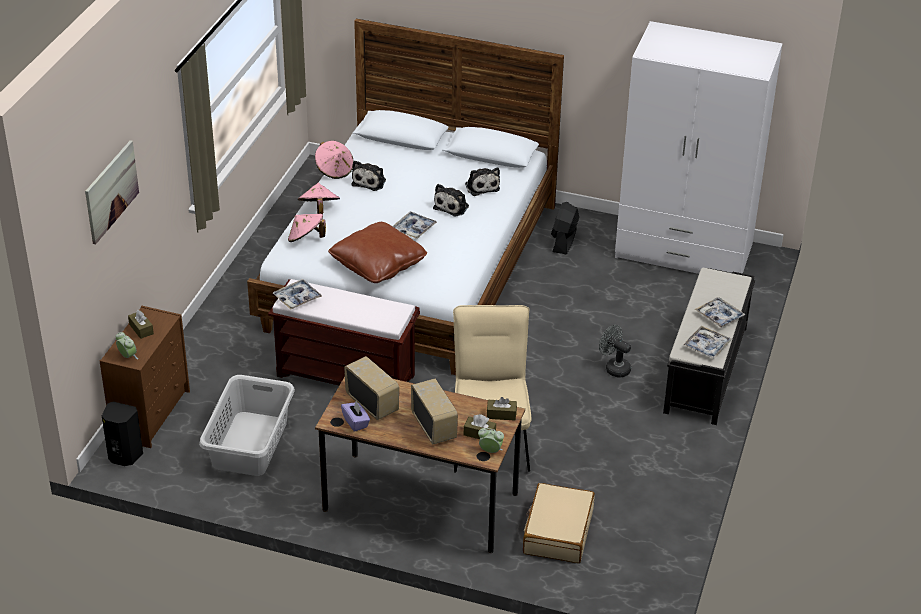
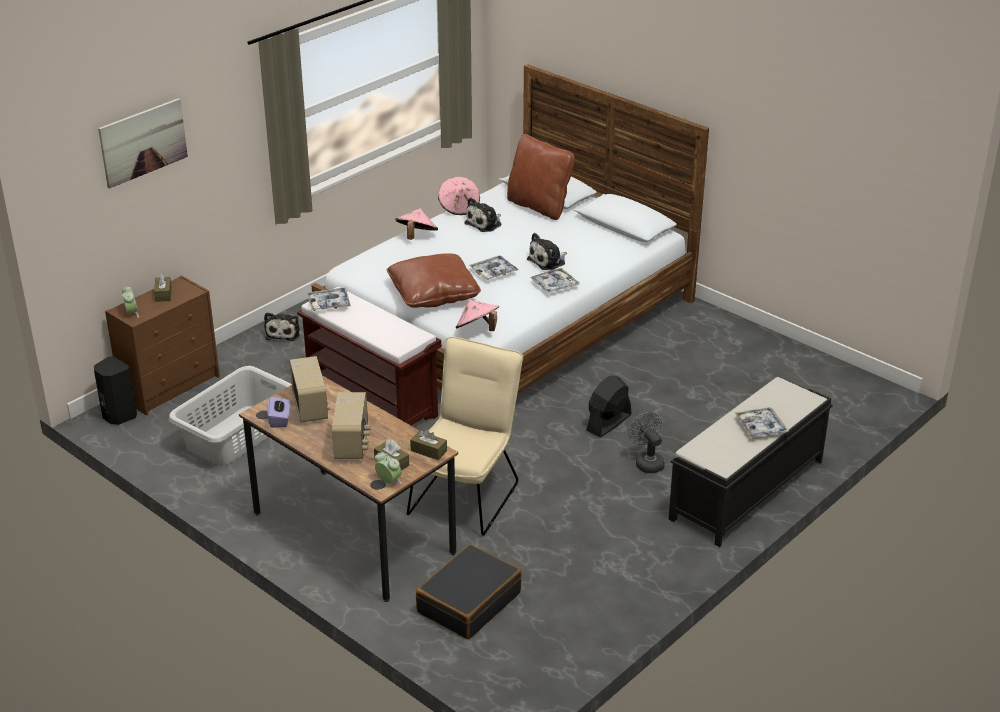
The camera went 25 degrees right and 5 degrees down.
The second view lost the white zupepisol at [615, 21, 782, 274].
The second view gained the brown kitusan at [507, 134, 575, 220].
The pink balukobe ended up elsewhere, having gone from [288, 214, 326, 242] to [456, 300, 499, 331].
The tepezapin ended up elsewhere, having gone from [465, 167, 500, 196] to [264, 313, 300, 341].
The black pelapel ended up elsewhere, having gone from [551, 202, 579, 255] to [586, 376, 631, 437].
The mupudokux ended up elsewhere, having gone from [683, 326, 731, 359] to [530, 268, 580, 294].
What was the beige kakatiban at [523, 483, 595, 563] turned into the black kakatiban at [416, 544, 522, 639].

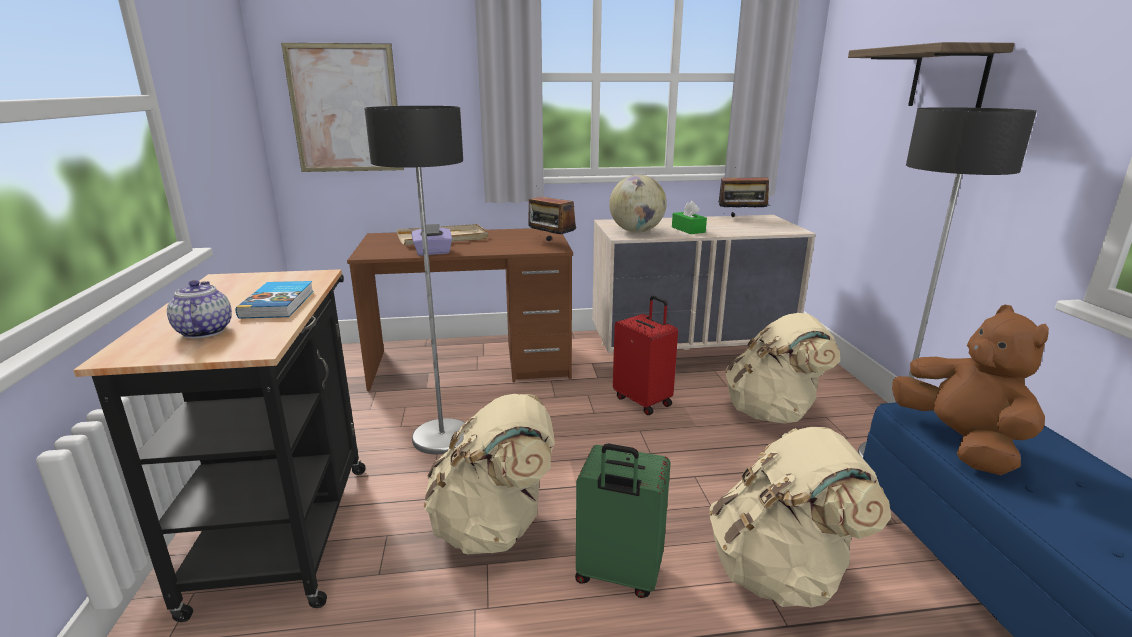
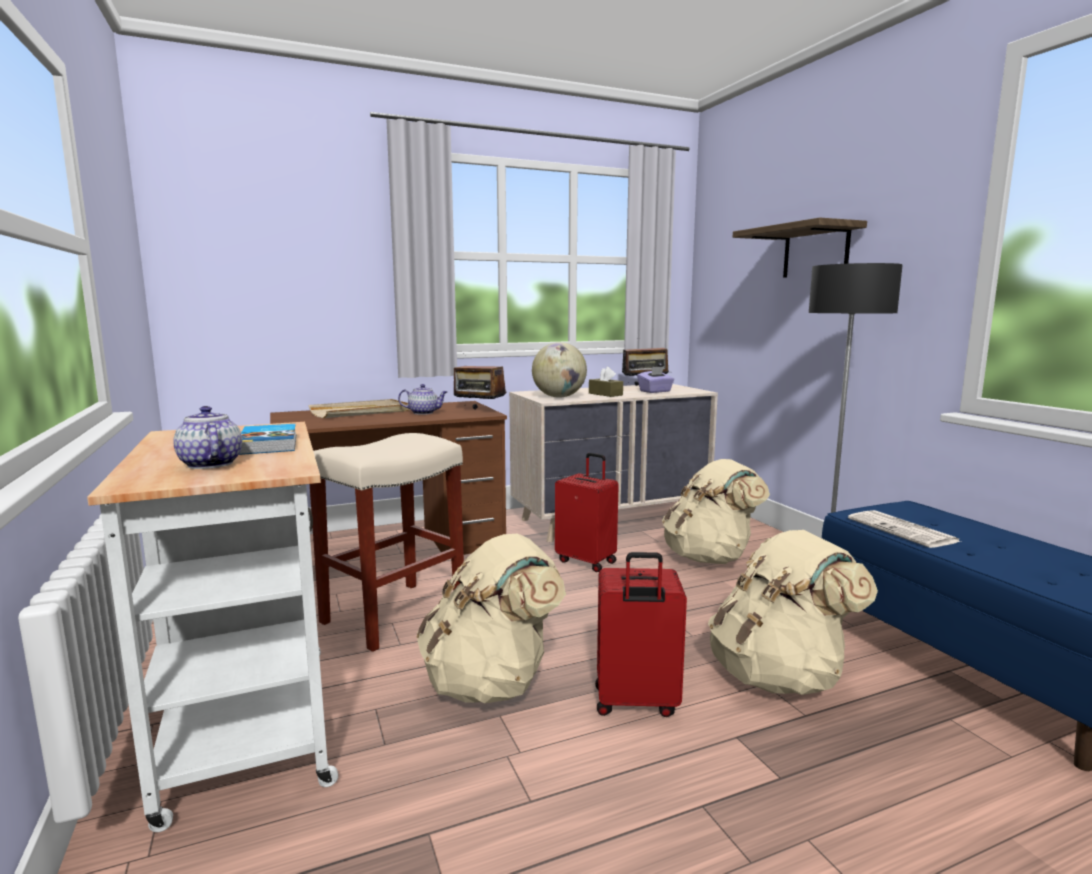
The camera went 15 degrees left and 10 degrees down.
The second view lost the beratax at [281, 43, 404, 172].
The second view gained the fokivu at [398, 384, 447, 415].
The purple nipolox ended up elsewhere, having gone from [411, 224, 452, 255] to [637, 366, 674, 393].
Where the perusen stood at [364, 106, 465, 454], the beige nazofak came to stand at [310, 433, 464, 652].
Where the brown tepezapin stood at [892, 305, 1049, 475], the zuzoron came to stand at [848, 510, 961, 548].
What was the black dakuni at [73, 269, 366, 622] turned into the white dakuni at [87, 422, 338, 832].
What was the green kakatiban at [575, 443, 671, 598] turned into the red kakatiban at [595, 552, 687, 717].
What was the green nipolox at [672, 201, 707, 234] turned into the brown nipolox at [589, 367, 623, 397].

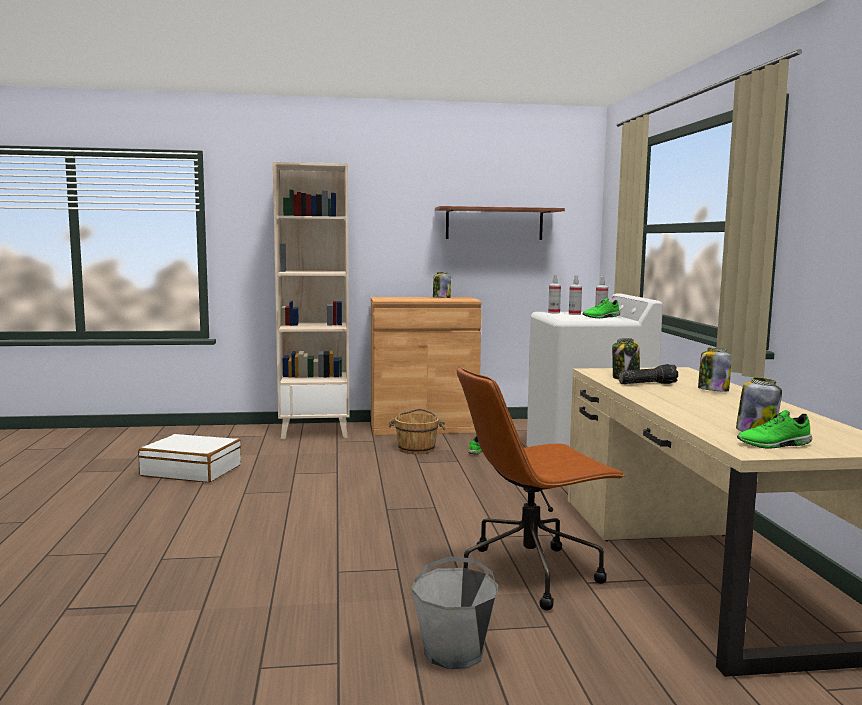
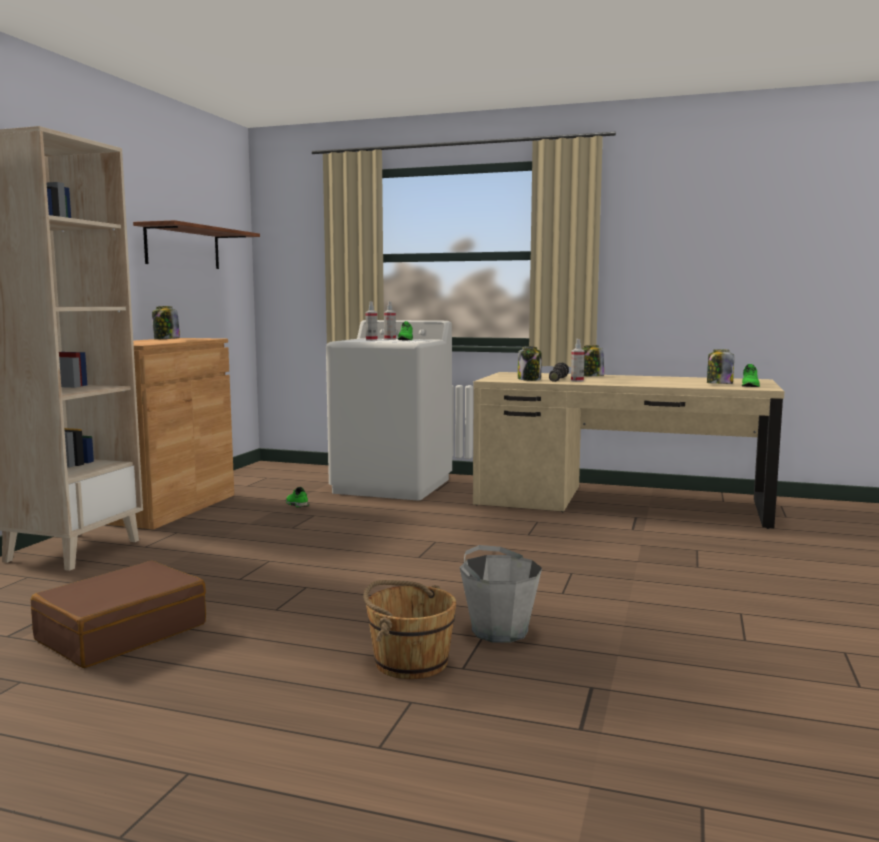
The camera went 65 degrees left and 0 degrees up.
The second view lost the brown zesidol at [457, 366, 625, 611].
The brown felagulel ended up elsewhere, having gone from [389, 408, 446, 454] to [363, 580, 457, 679].
The grey felagulel ended up elsewhere, having gone from [411, 556, 499, 669] to [460, 545, 542, 643].
The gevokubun ended up elsewhere, having gone from [548, 274, 561, 313] to [571, 339, 585, 382].
What was the white kakatiban at [138, 434, 241, 483] turned into the brown kakatiban at [31, 561, 206, 668].

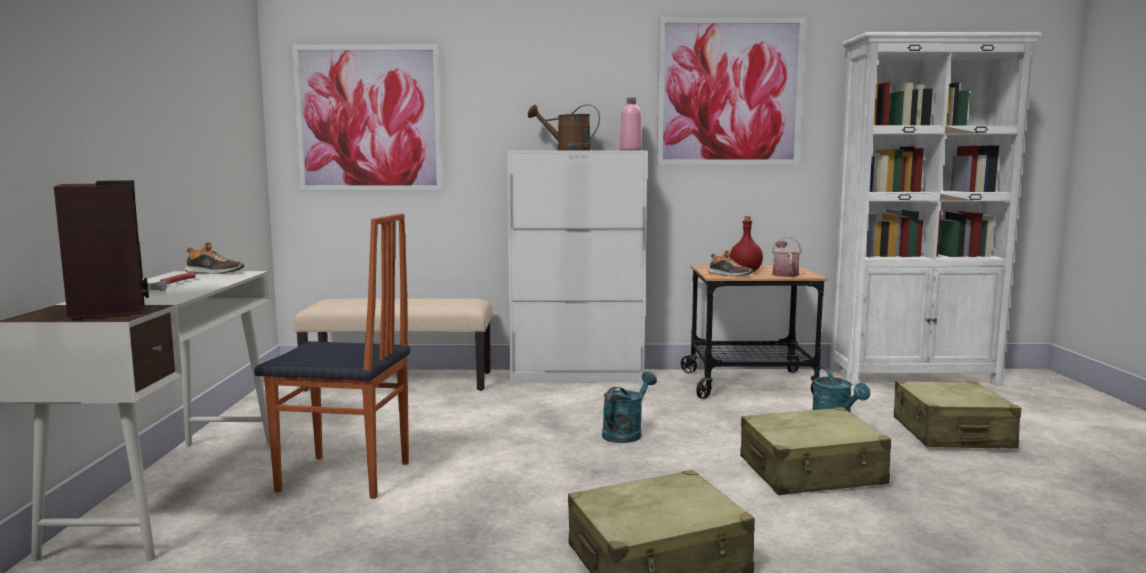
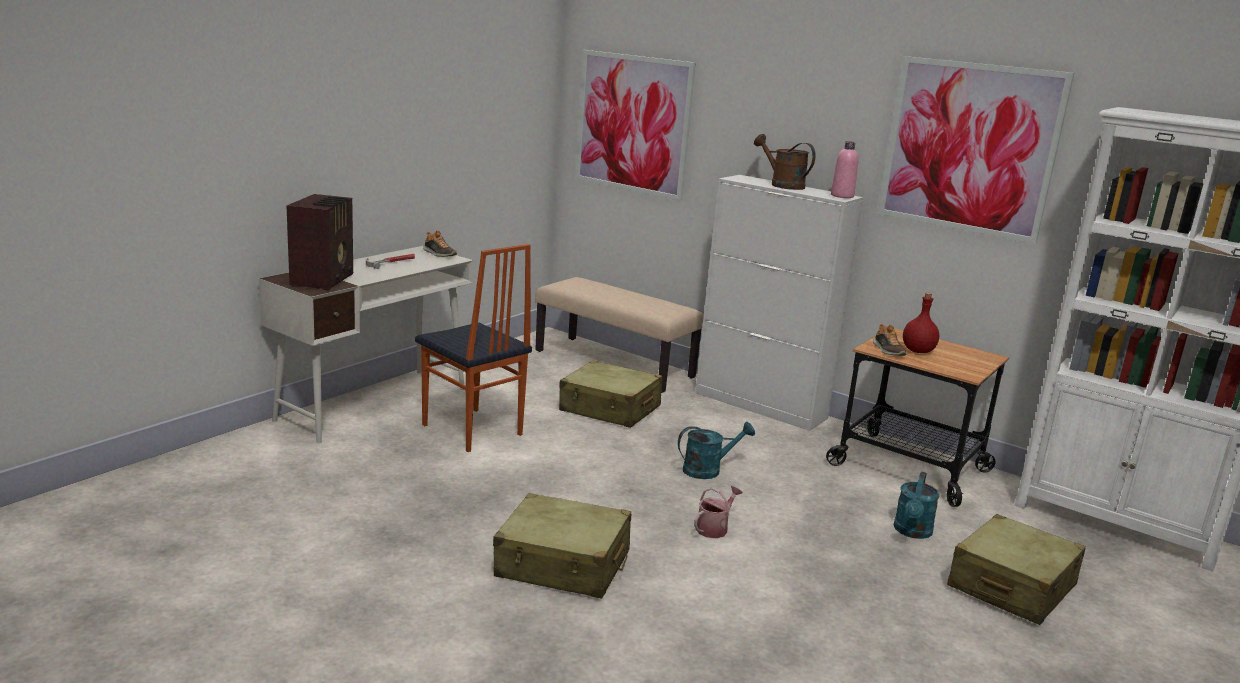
The camera went 35 degrees right and 10 degrees up.
The beige kakatiban ended up elsewhere, having gone from [740, 407, 891, 495] to [559, 361, 662, 428].
The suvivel ended up elsewhere, having gone from [772, 237, 802, 277] to [694, 486, 743, 538].

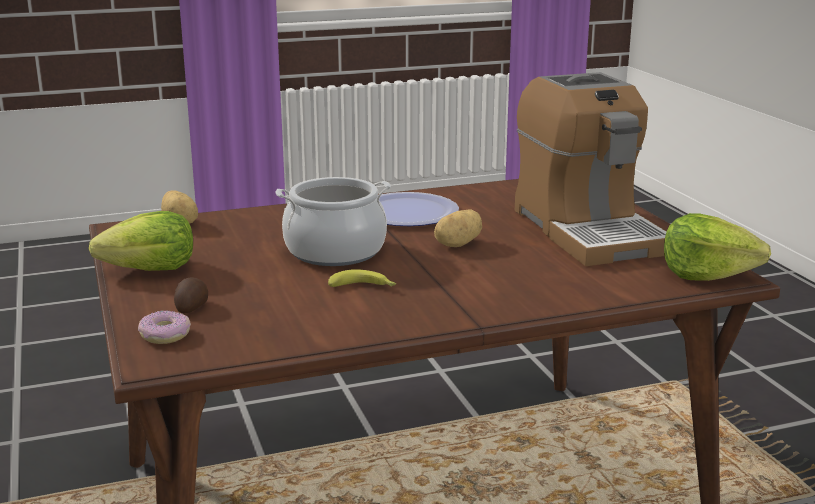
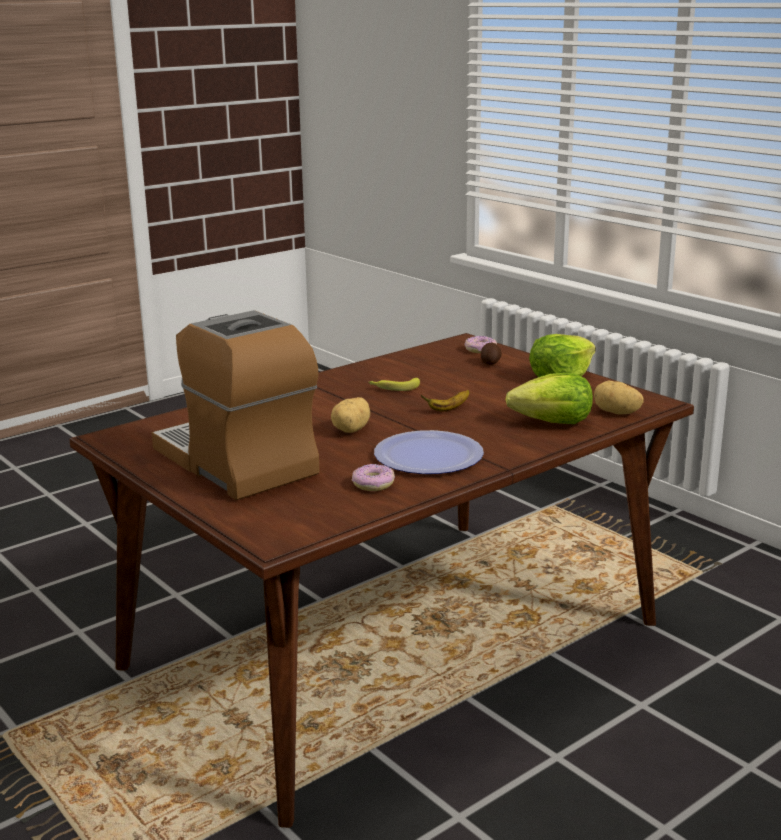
The camera went 160 degrees right and 0 degrees up.
The second view gained the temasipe at [352, 464, 395, 491].
The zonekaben ended up elsewhere, having gone from [664, 213, 771, 281] to [505, 373, 593, 424].
Where the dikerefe stood at [275, 177, 391, 266], the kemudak came to stand at [421, 390, 470, 411].

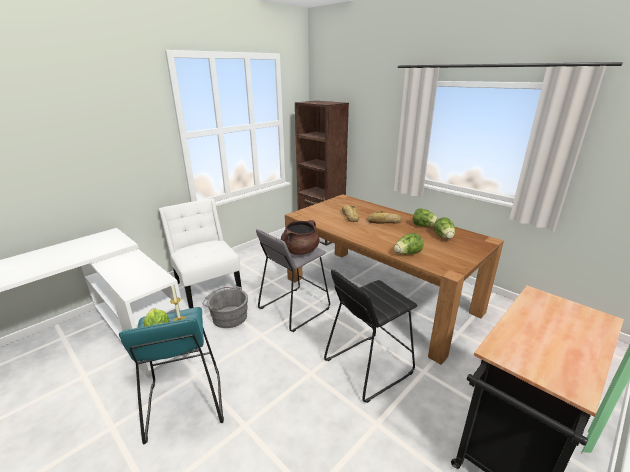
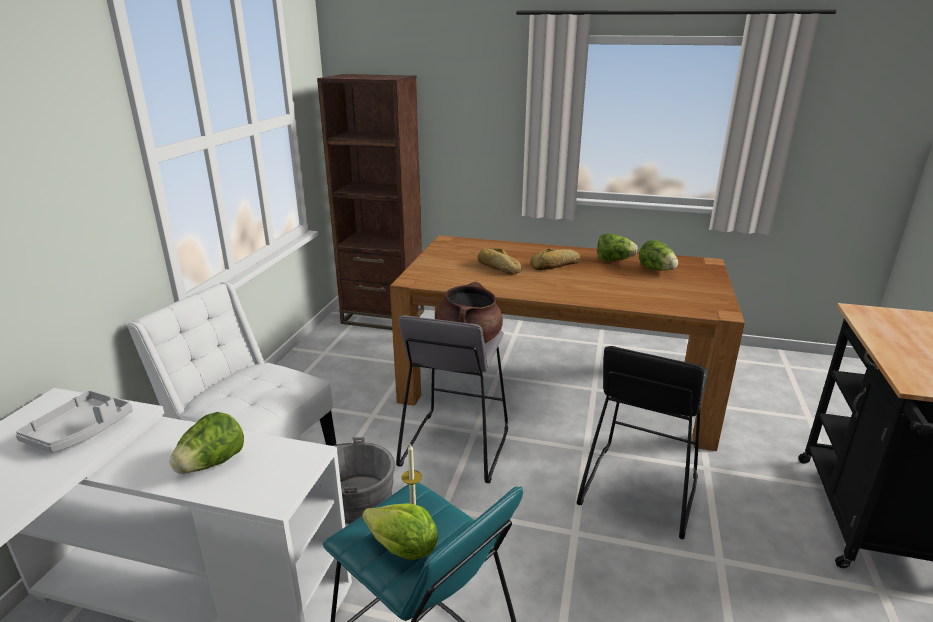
The camera went 30 degrees left and 0 degrees up.
The second view gained the grey mupudokux at [15, 390, 133, 453].
The zonekaben ended up elsewhere, having gone from [394, 233, 423, 254] to [170, 412, 244, 474].

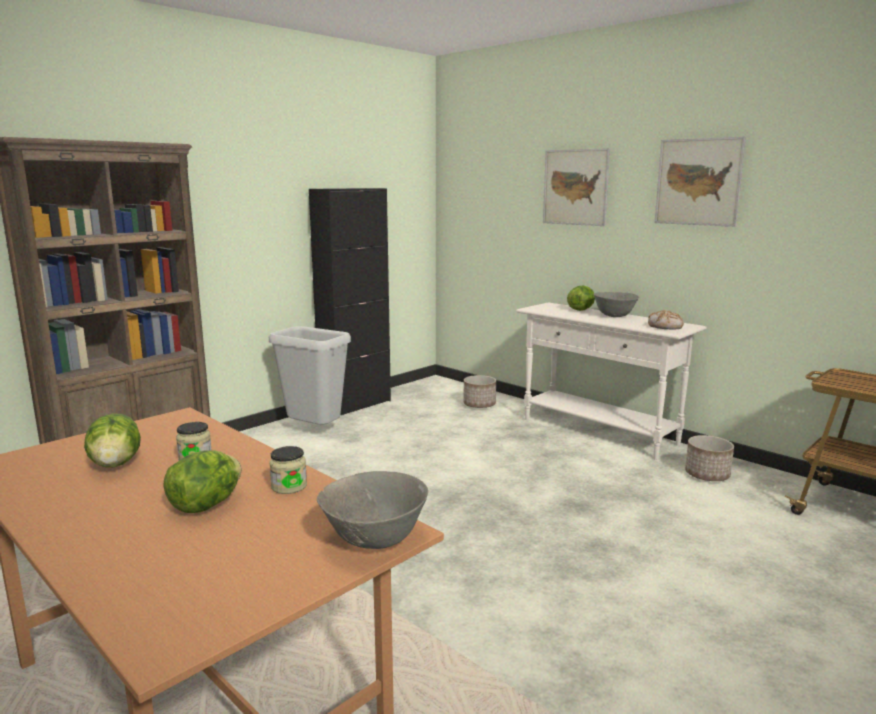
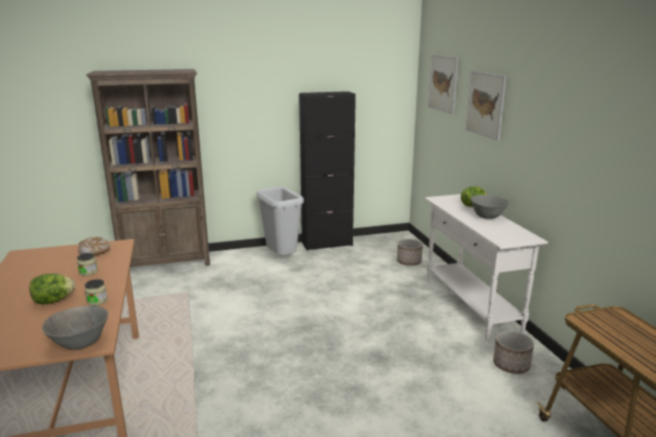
The camera went 30 degrees right and 5 degrees up.
The second view lost the zonekaben at [84, 413, 141, 467].
The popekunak ended up elsewhere, having gone from [648, 311, 684, 330] to [78, 237, 110, 256].
The beratax ended up elsewhere, having gone from [655, 136, 746, 227] to [428, 55, 458, 114].

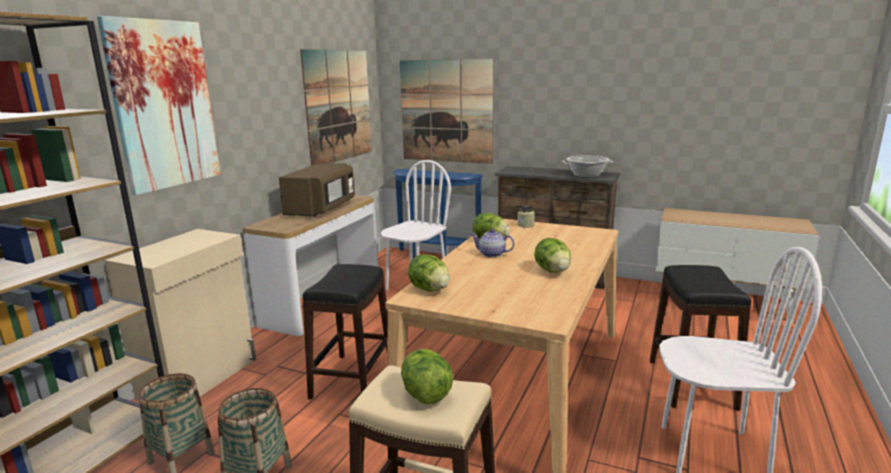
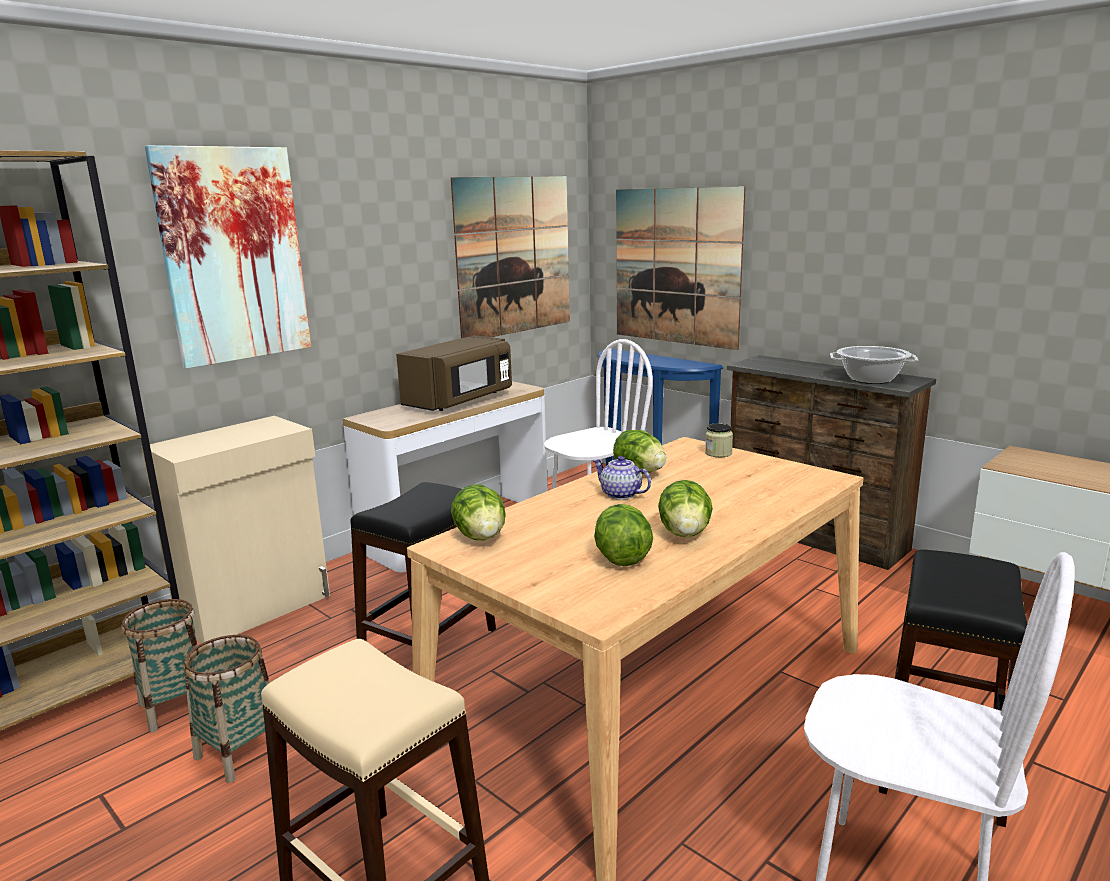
The camera went 20 degrees right and 0 degrees up.
The zonekaben ended up elsewhere, having gone from [401, 349, 453, 404] to [594, 504, 653, 566].

